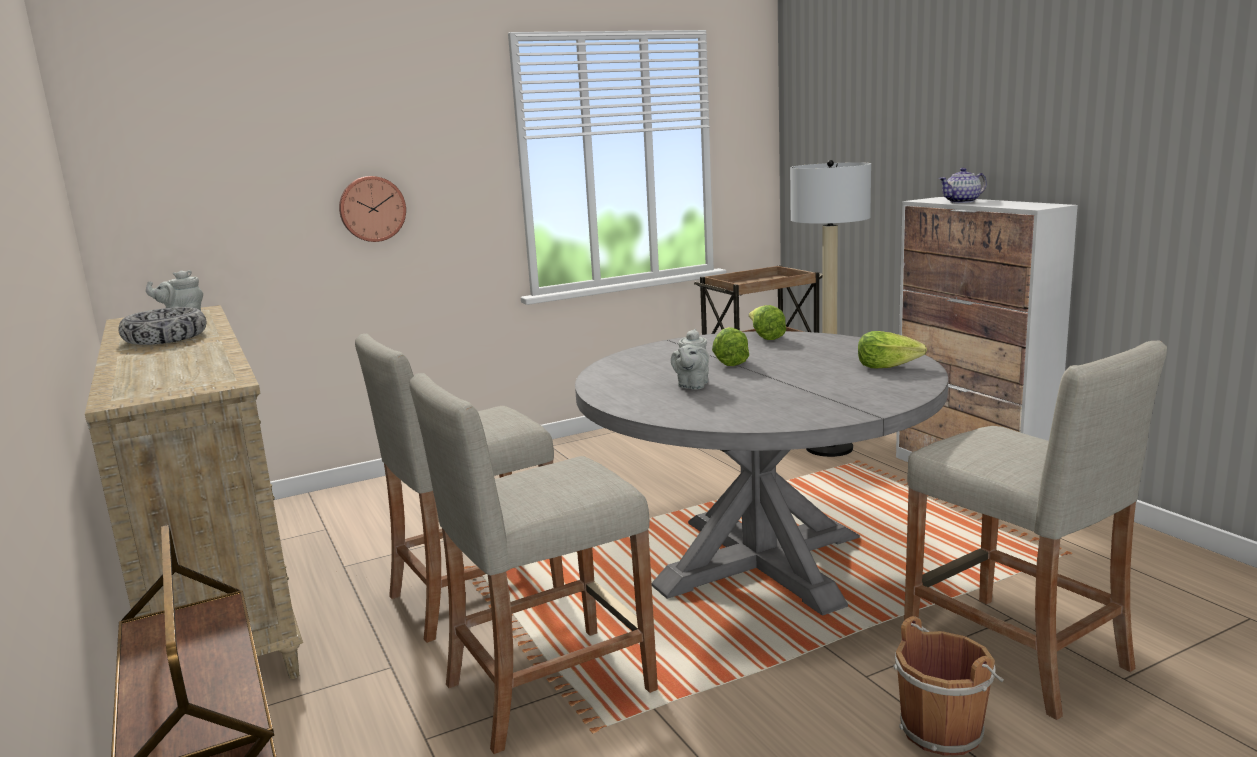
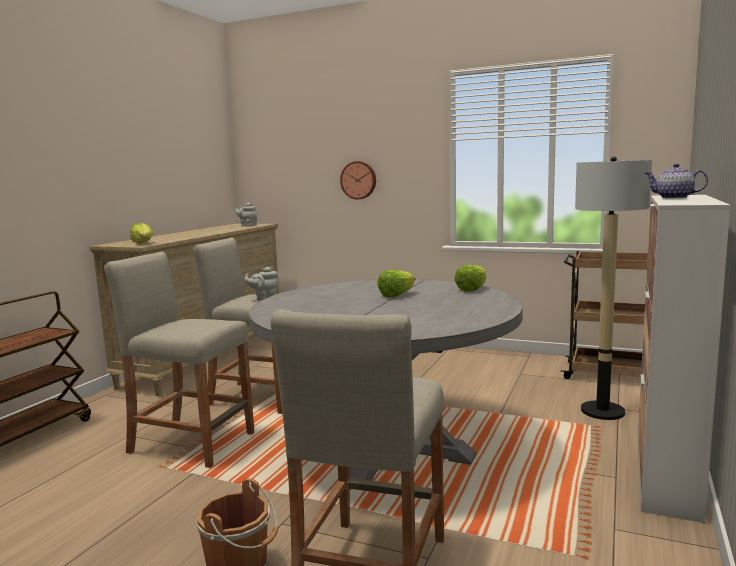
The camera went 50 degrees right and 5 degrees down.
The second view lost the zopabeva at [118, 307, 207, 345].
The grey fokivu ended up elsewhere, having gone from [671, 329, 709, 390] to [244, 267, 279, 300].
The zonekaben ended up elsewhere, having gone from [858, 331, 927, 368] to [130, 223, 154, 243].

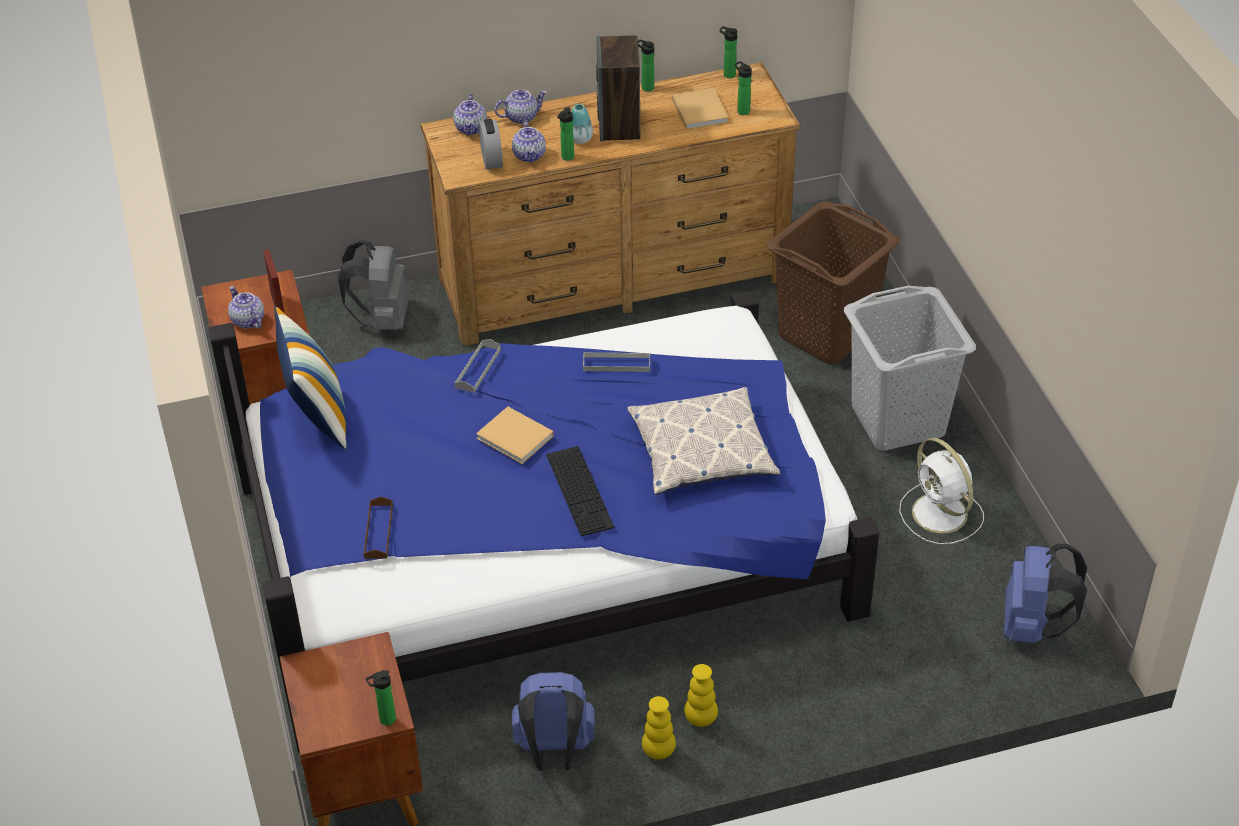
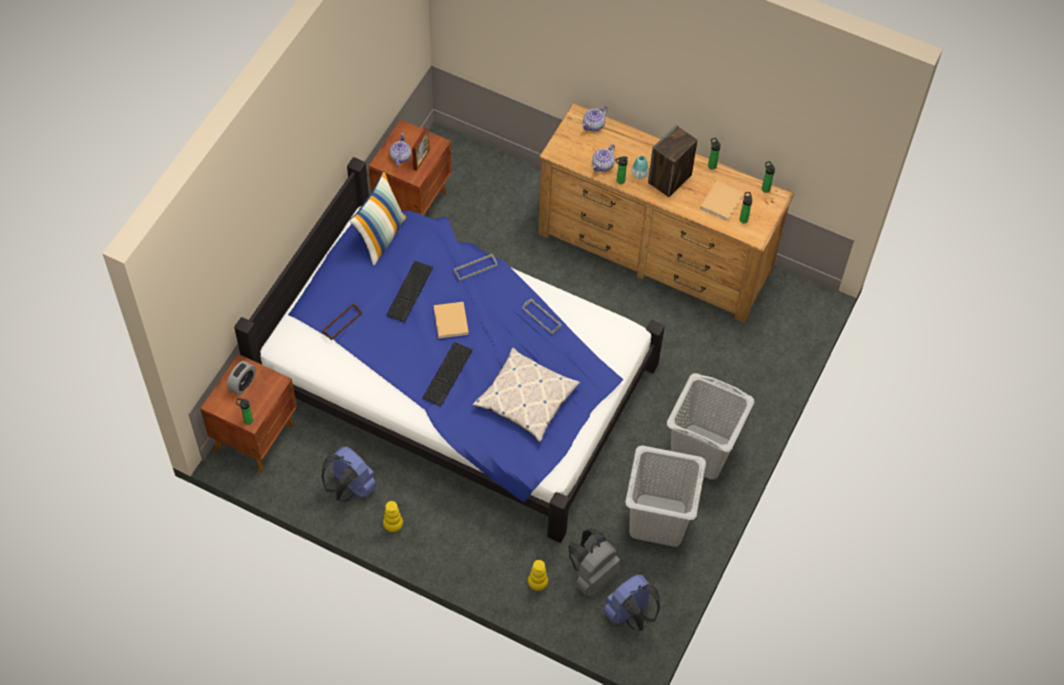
The camera went 40 degrees right and 15 degrees up.
The second view lost the fokivu at [494, 90, 547, 124].
The second view lost the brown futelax at [766, 201, 900, 364].
The second view gained the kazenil at [386, 261, 433, 322].
The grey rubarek ended up elsewhere, having gone from [338, 240, 410, 330] to [568, 529, 621, 597].
The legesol ended up elsewhere, having gone from [479, 119, 503, 169] to [227, 361, 256, 395].
The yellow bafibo ended up elsewhere, having gone from [684, 664, 718, 727] to [528, 560, 548, 591].
Where the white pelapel stood at [899, 438, 984, 544], the grey futelax came to stand at [625, 445, 706, 547].

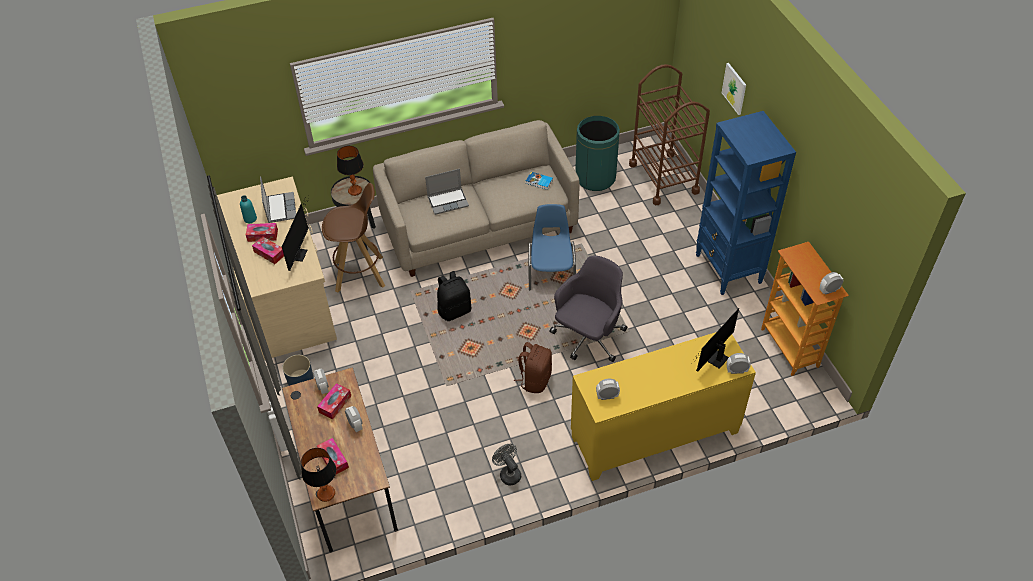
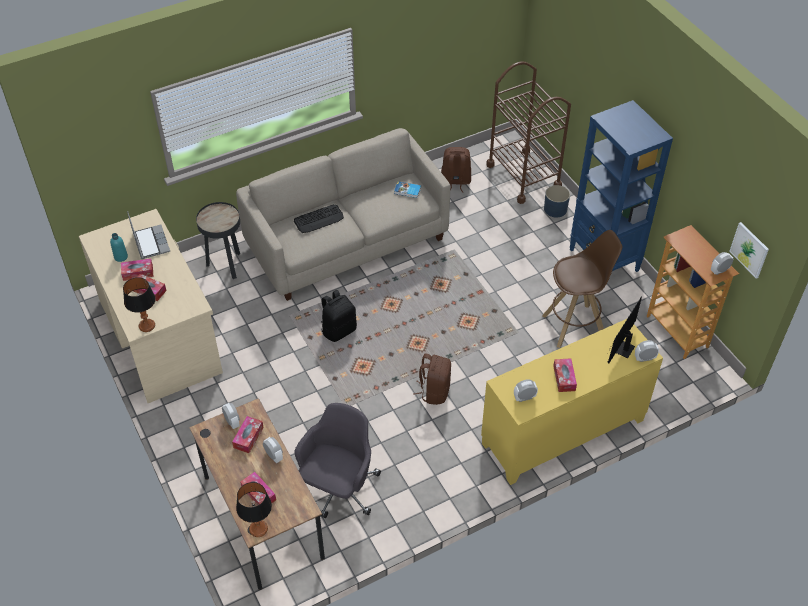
The camera went 10 degrees left and 0 degrees up.
The second view lost the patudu at [282, 197, 309, 271].
The second view lost the grey pelapel at [492, 444, 521, 485].
The second view lost the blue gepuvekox at [528, 204, 576, 290].
The second view gained the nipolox at [553, 358, 577, 392].
The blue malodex ended up elsewhere, having gone from [282, 355, 314, 386] to [544, 185, 570, 217].
The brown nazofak ended up elsewhere, having gone from [322, 183, 385, 293] to [542, 230, 623, 348].
The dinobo ended up elsewhere, having gone from [337, 146, 364, 196] to [123, 277, 156, 332].
The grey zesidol ended up elsewhere, having gone from [550, 256, 627, 362] to [294, 403, 381, 518].
The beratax ended up elsewhere, having gone from [722, 63, 746, 115] to [729, 222, 769, 279].
Where the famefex stood at [425, 169, 469, 215], the kazenil came to stand at [294, 204, 344, 233].
Where the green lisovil stood at [575, 116, 620, 191], the brown rubarek came to stand at [441, 147, 471, 193].

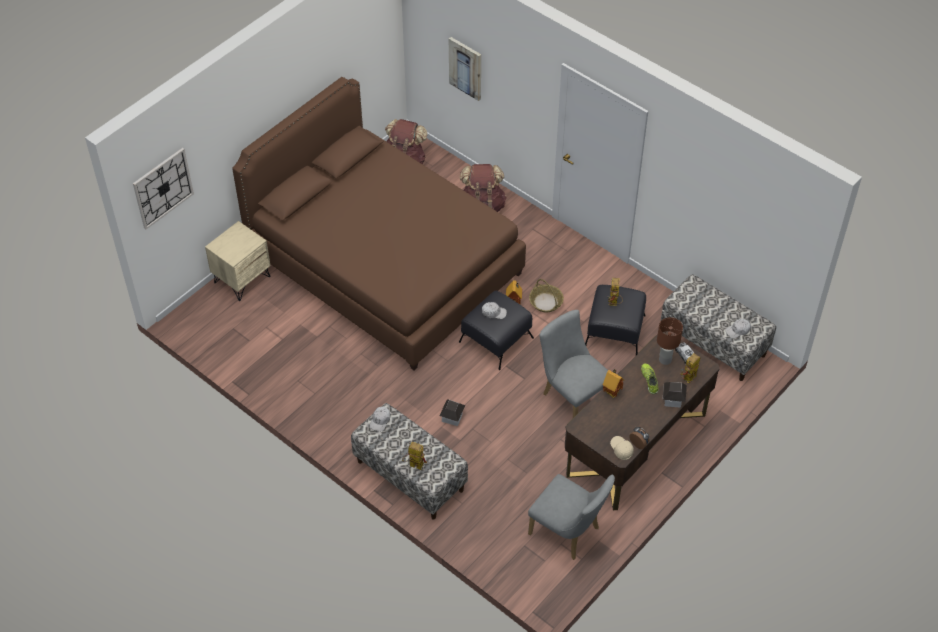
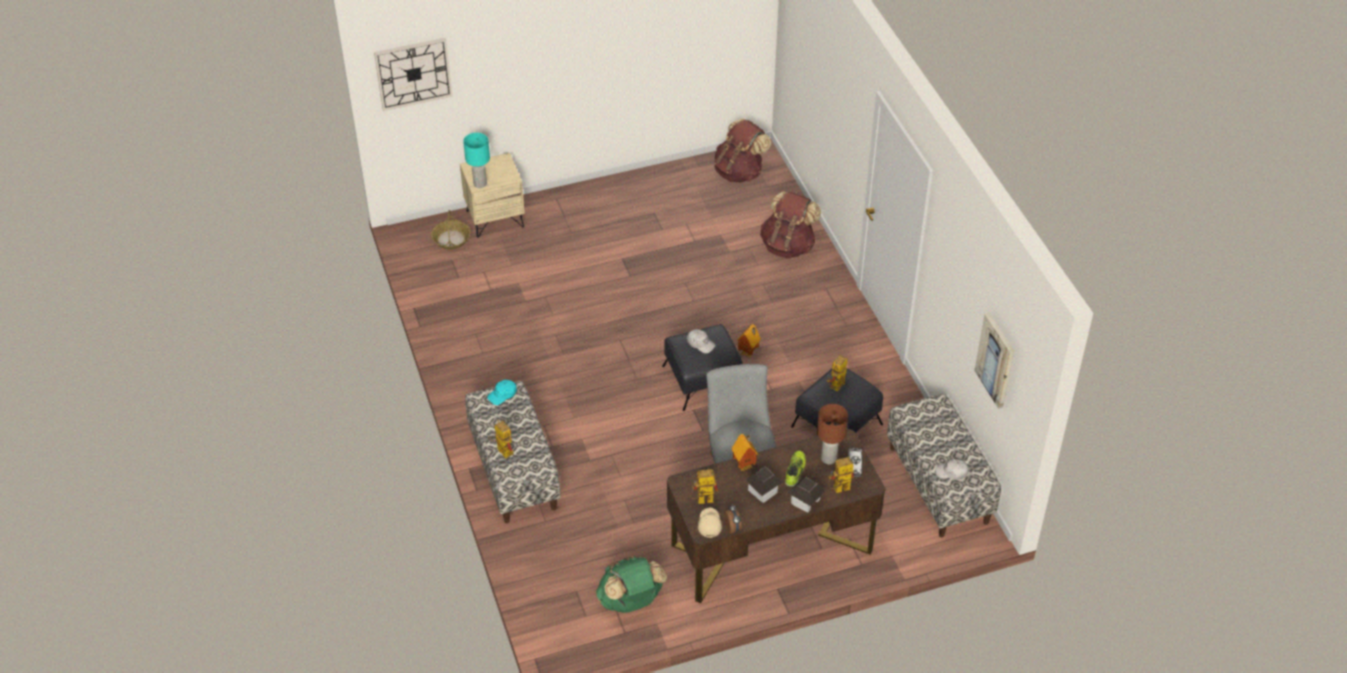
The camera went 30 degrees right and 5 degrees down.
The second view lost the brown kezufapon at [232, 77, 526, 370].
The second view gained the turquoise dinobo at [463, 133, 490, 188].
The second view gained the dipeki at [690, 469, 718, 504].
The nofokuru ended up elsewhere, having gone from [440, 400, 465, 426] to [745, 466, 783, 503].
The beratax ended up elsewhere, having gone from [449, 37, 481, 101] to [974, 313, 1014, 409].
The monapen ended up elsewhere, having gone from [529, 279, 564, 312] to [431, 210, 470, 250].
Where the grey gepuvekox stood at [528, 474, 615, 560], the green rubarek came to stand at [596, 555, 667, 613].
What was the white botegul at [370, 407, 390, 432] turned into the turquoise botegul at [487, 380, 517, 405].

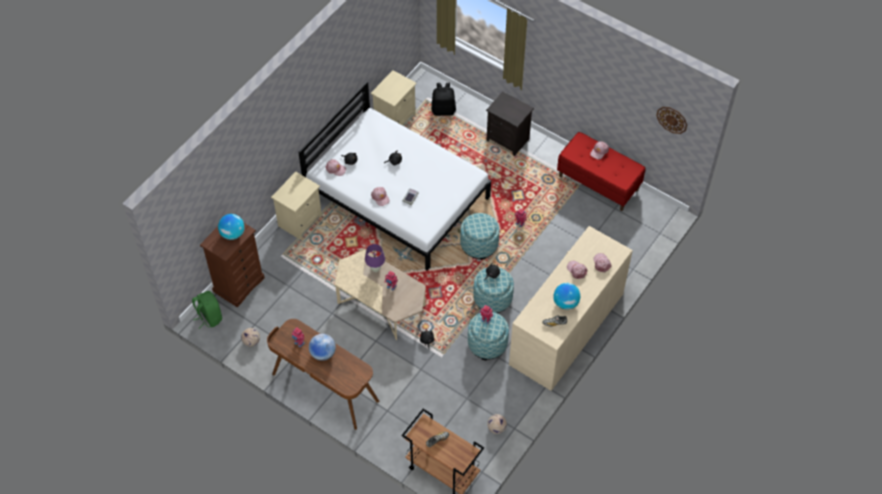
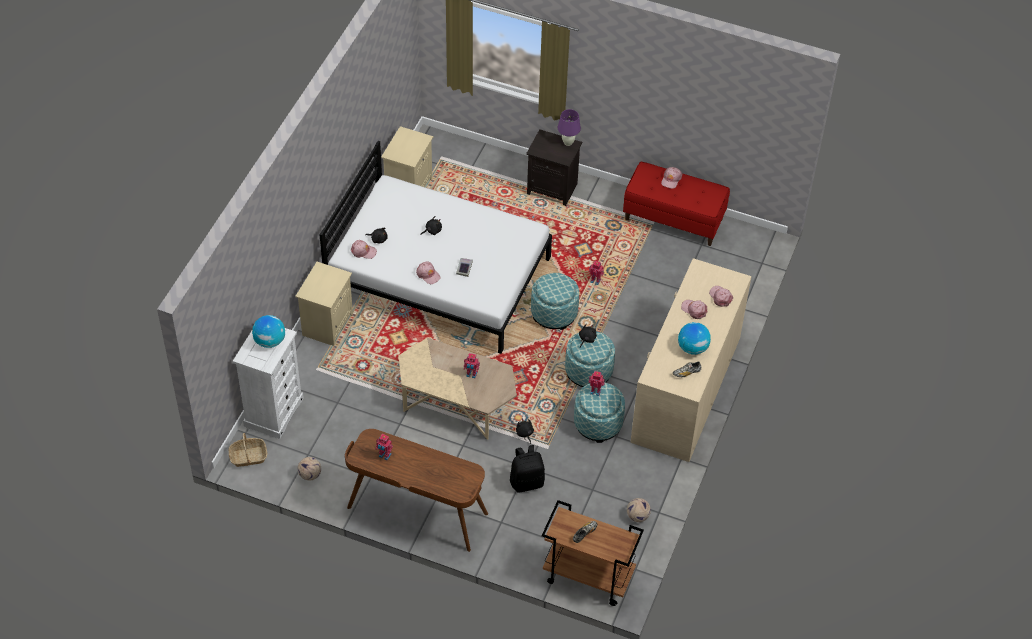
The camera went 15 degrees left and 5 degrees down.
The second view lost the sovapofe at [309, 334, 336, 361].
The second view lost the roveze at [656, 107, 687, 134].
The purple dinobo ended up elsewhere, having gone from [365, 244, 385, 272] to [558, 109, 581, 146].
The black rubarek ended up elsewhere, having gone from [431, 83, 456, 116] to [510, 445, 545, 492].
Where the green rubarek stood at [192, 291, 222, 329], the monapen came to stand at [228, 433, 267, 467].
What was the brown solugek at [200, 223, 265, 307] turned into the white solugek at [233, 328, 304, 439].

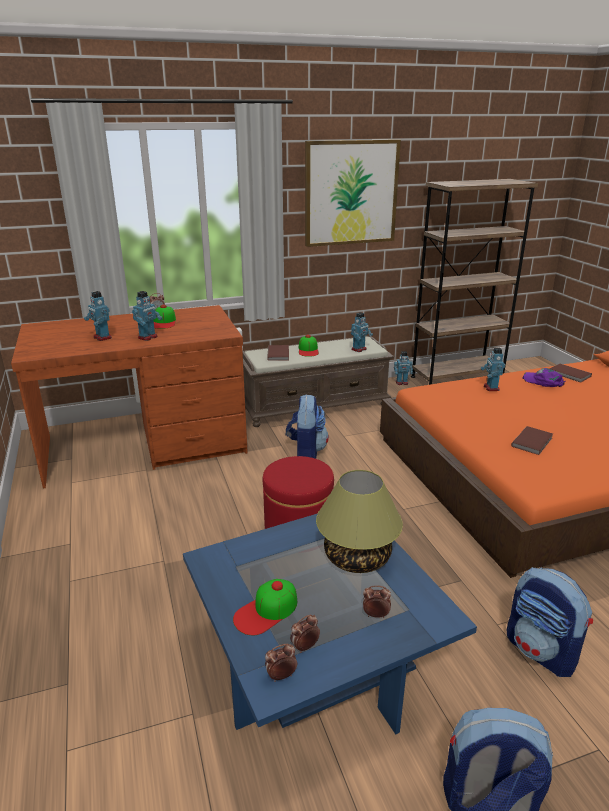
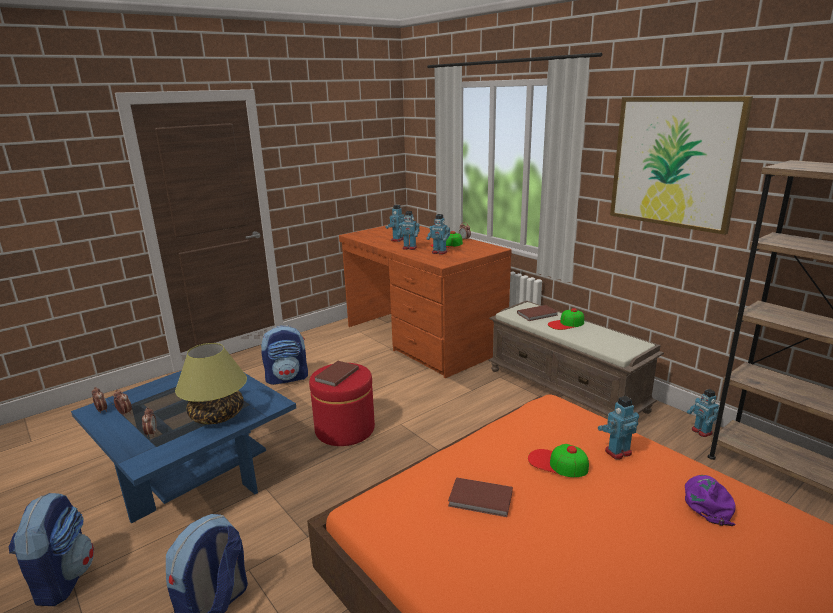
The camera went 70 degrees right and 5 degrees down.
The botegul ended up elsewhere, having gone from [233, 579, 297, 635] to [528, 444, 589, 477].
The rubarek ended up elsewhere, having gone from [286, 394, 329, 459] to [261, 325, 308, 385].
The dipeki ended up elsewhere, having gone from [351, 312, 373, 352] to [426, 214, 450, 255].
The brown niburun ended up elsewhere, having gone from [550, 364, 592, 383] to [314, 361, 359, 387].

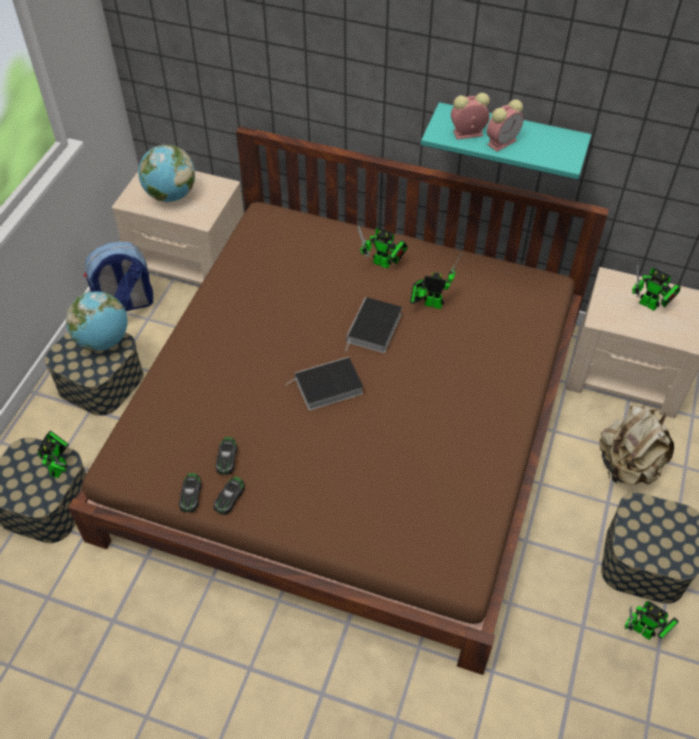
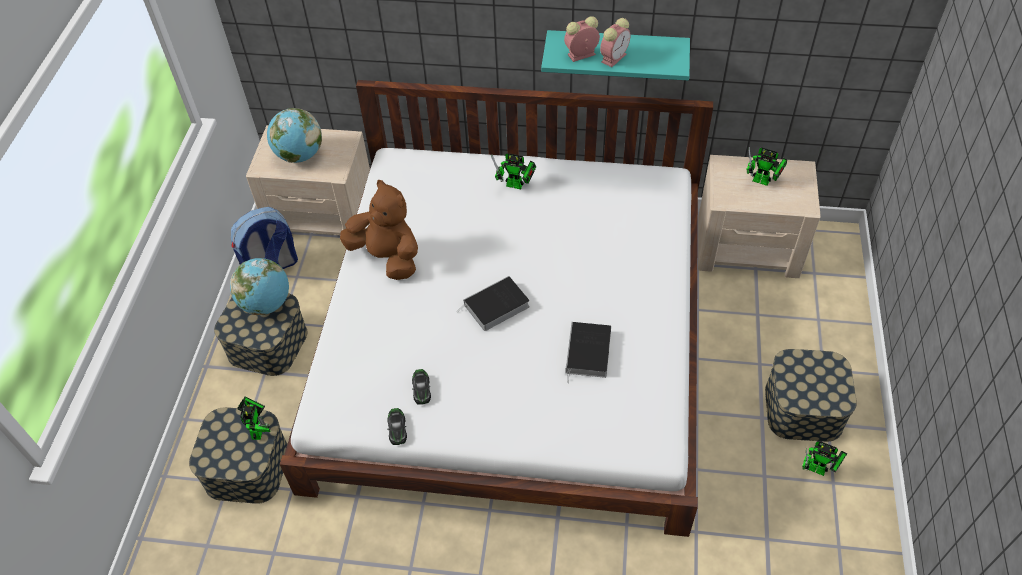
The camera went 10 degrees left and 0 degrees up.
The second view lost the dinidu at [214, 476, 245, 515].
The second view lost the dipeki at [410, 252, 462, 309].
The second view lost the beige rubarek at [599, 406, 674, 485].
The second view gained the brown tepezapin at [340, 180, 418, 280].
The niburun ended up elsewhere, having gone from [345, 297, 402, 353] to [565, 322, 611, 383].
What was the brown kezufapon at [68, 126, 609, 675] turned into the white kezufapon at [280, 80, 713, 537].

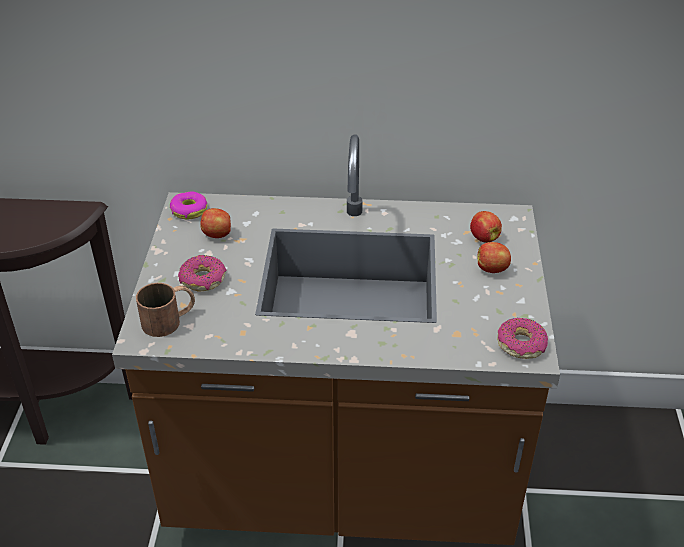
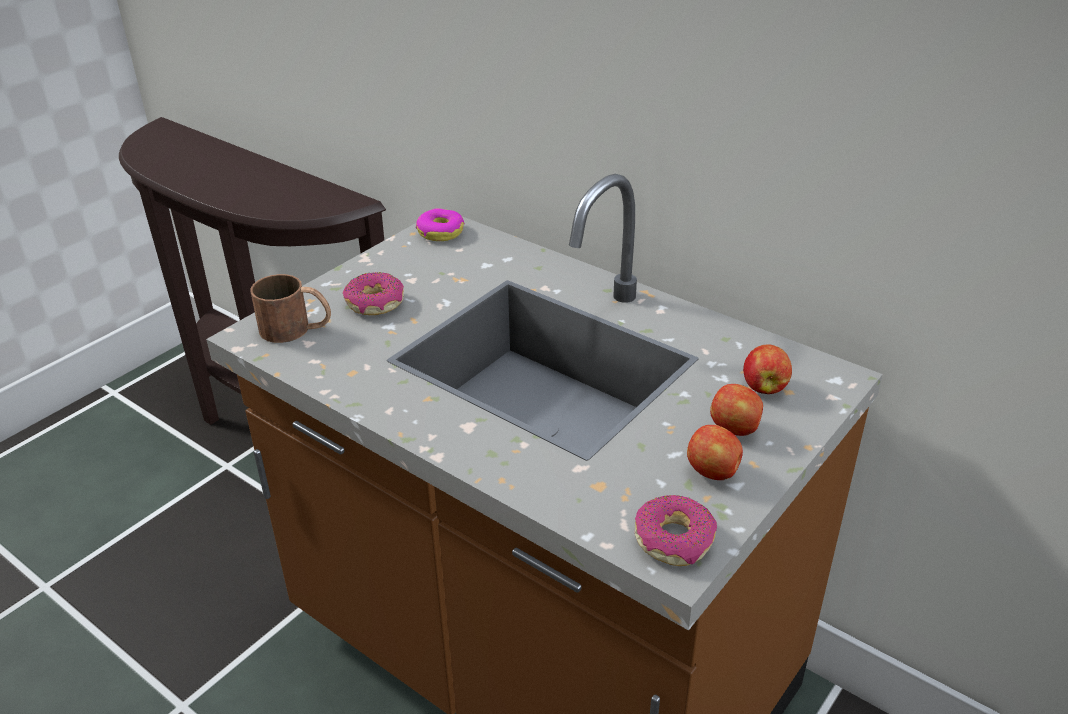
The camera went 35 degrees right and 5 degrees down.
The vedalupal ended up elsewhere, having gone from [200, 208, 231, 238] to [687, 425, 743, 480].

